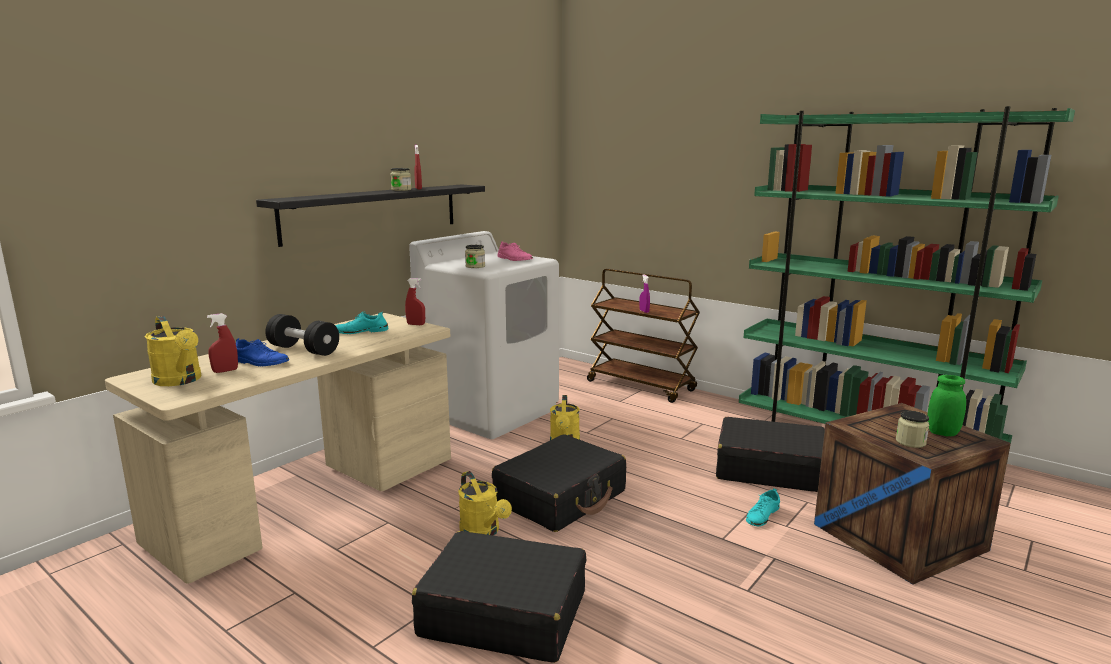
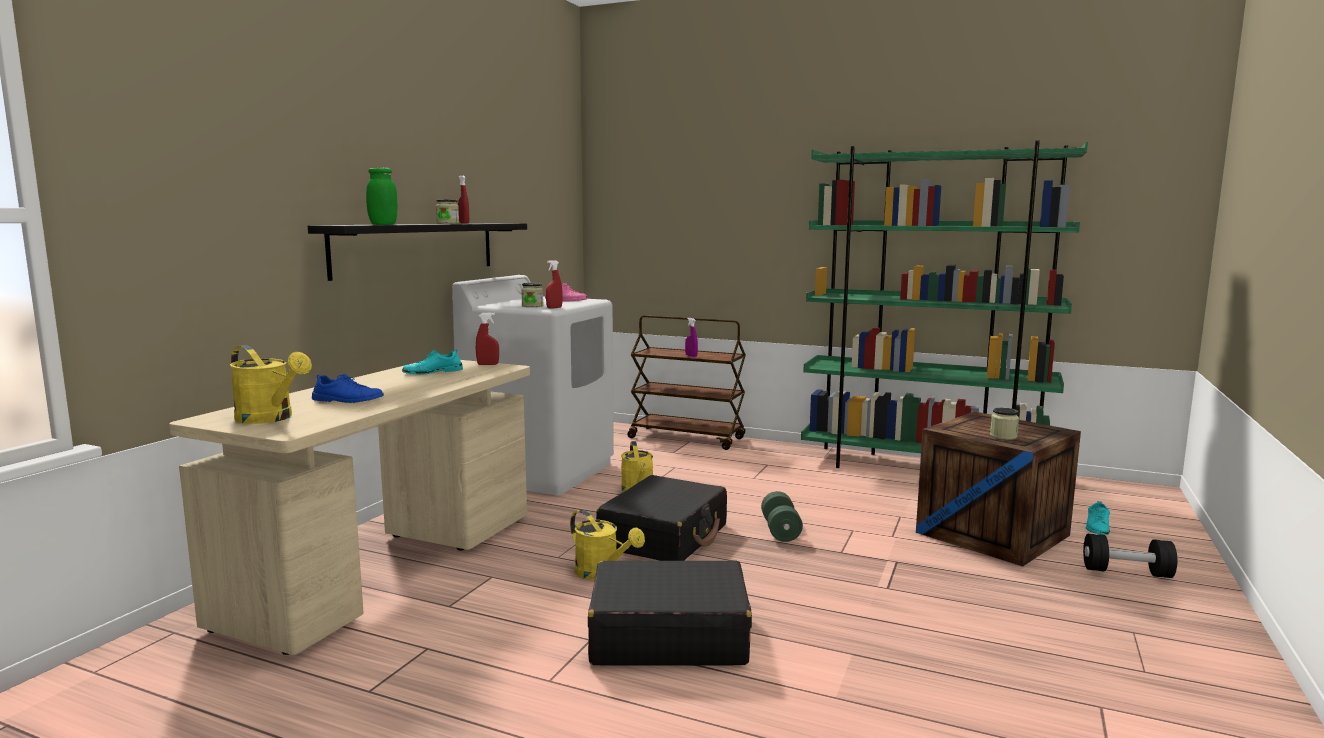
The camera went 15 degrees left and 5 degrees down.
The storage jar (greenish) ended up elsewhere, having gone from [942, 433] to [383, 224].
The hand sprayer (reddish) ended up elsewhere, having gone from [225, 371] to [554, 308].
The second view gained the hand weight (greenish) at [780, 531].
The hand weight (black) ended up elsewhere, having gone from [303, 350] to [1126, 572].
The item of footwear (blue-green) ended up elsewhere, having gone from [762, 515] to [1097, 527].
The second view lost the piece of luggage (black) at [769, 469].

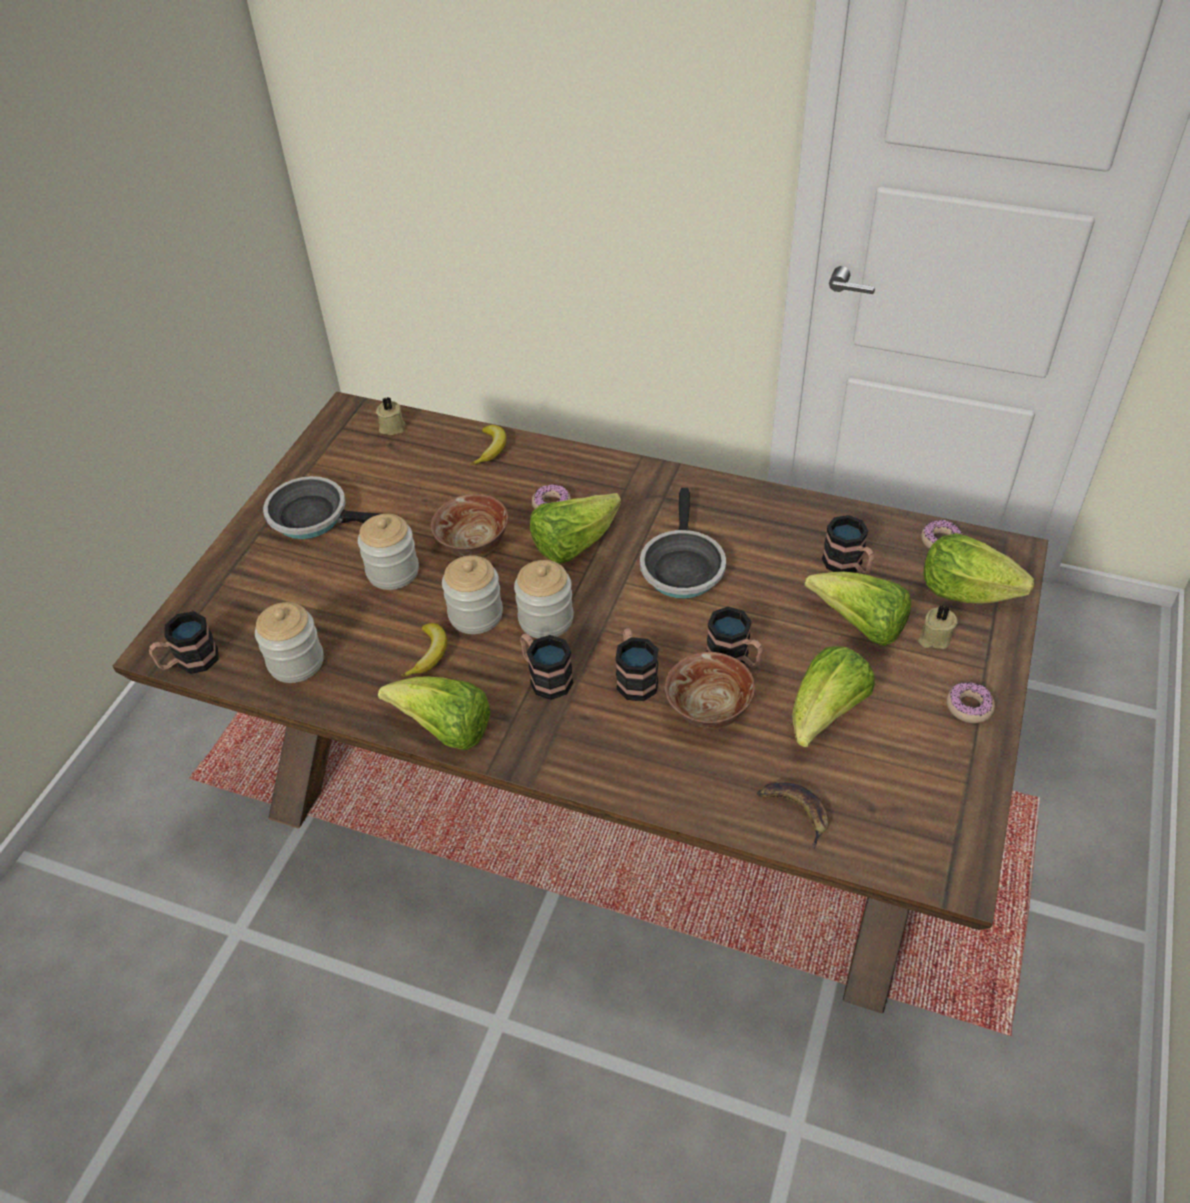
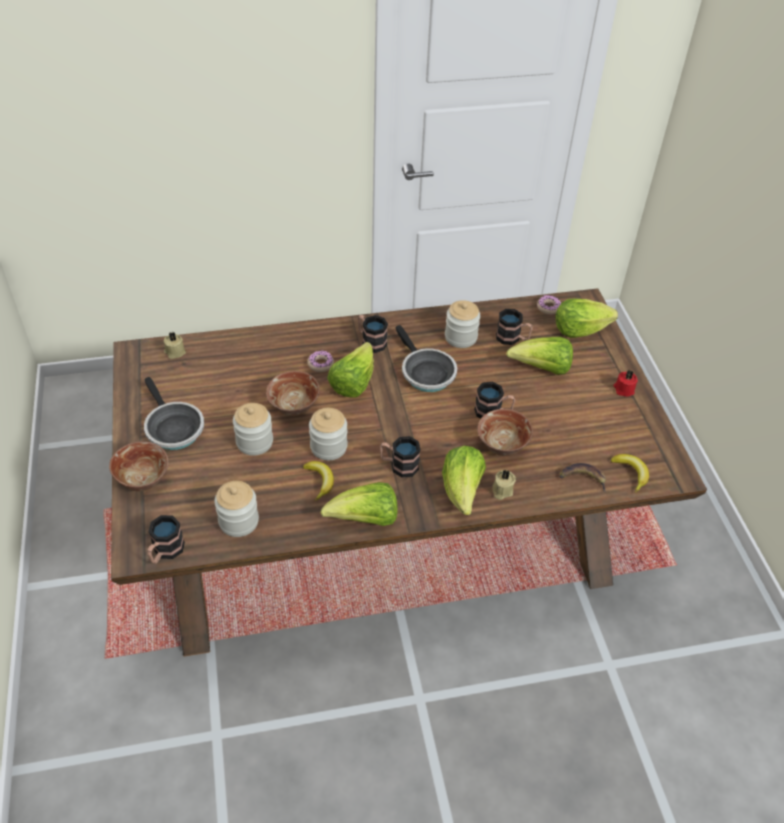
The camera went 35 degrees left and 0 degrees up.
The second view gained the deep dish at [143, 481].
The pan at [316, 517] ended up facing another way, 105 degrees counterclockwise from before.
The coffee mug ended up elsewhere, having gone from [634, 677] to [370, 341].
The head of lettuce ended up elsewhere, having gone from [825, 715] to [462, 491].
The storage jar ended up elsewhere, having gone from [546, 619] to [460, 337].
The wax light (beige) ended up elsewhere, having gone from [933, 638] to [501, 491].
The whole banana ended up elsewhere, having gone from [491, 449] to [631, 473].
Where the doughnut stood at [969, 707], the wax light (reddish) came to stand at [623, 389].

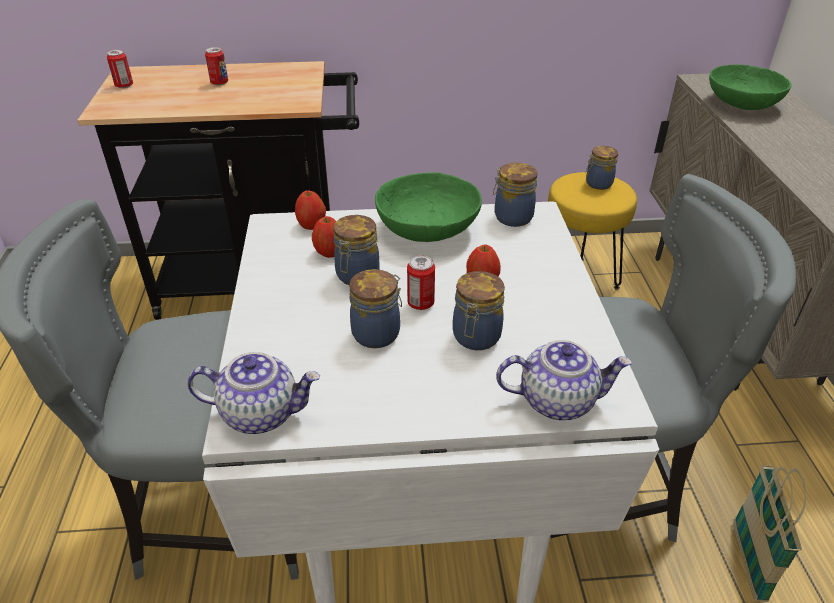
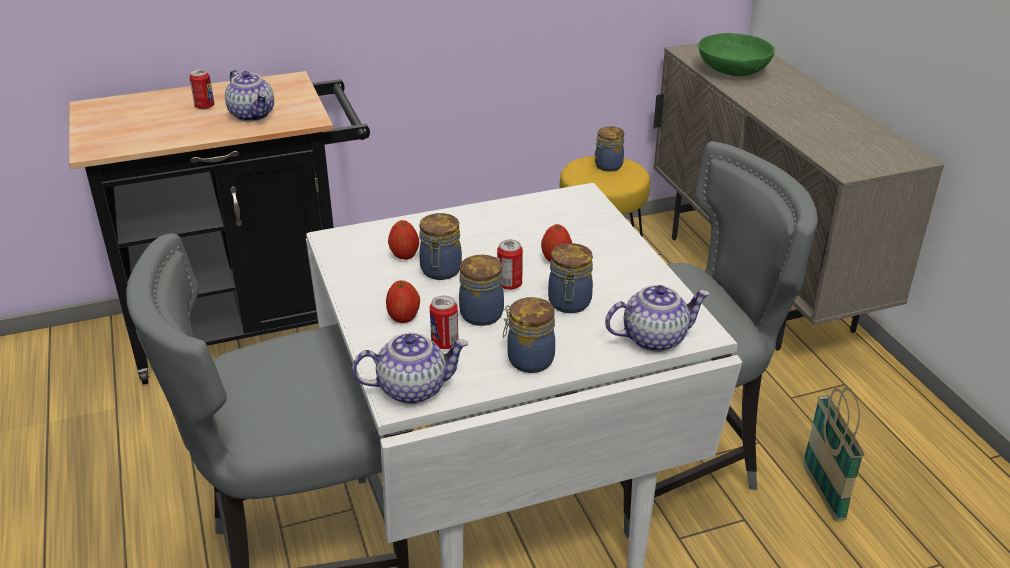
The camera went 15 degrees left and 5 degrees down.
The second view gained the tea pot at [253, 115].
The apple ended up elsewhere, having gone from [311, 225] to [403, 317].
The metal can ended up elsewhere, having gone from [124, 85] to [445, 343].
The storage jar ended up elsewhere, having gone from [511, 217] to [528, 360].
The second view lost the deep dish (greenish) at [428, 229].

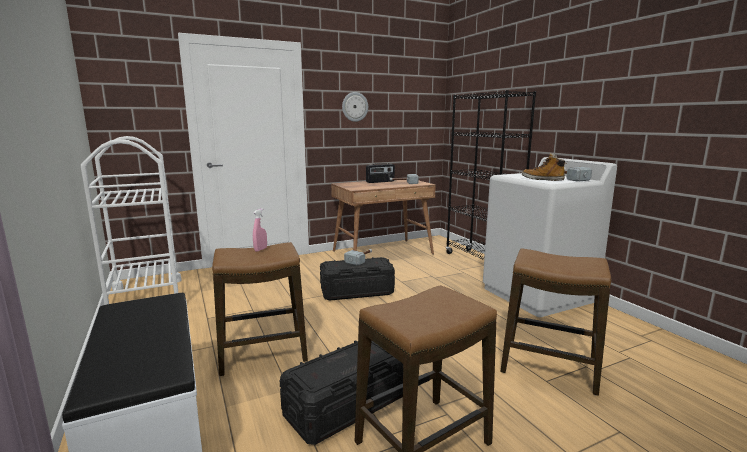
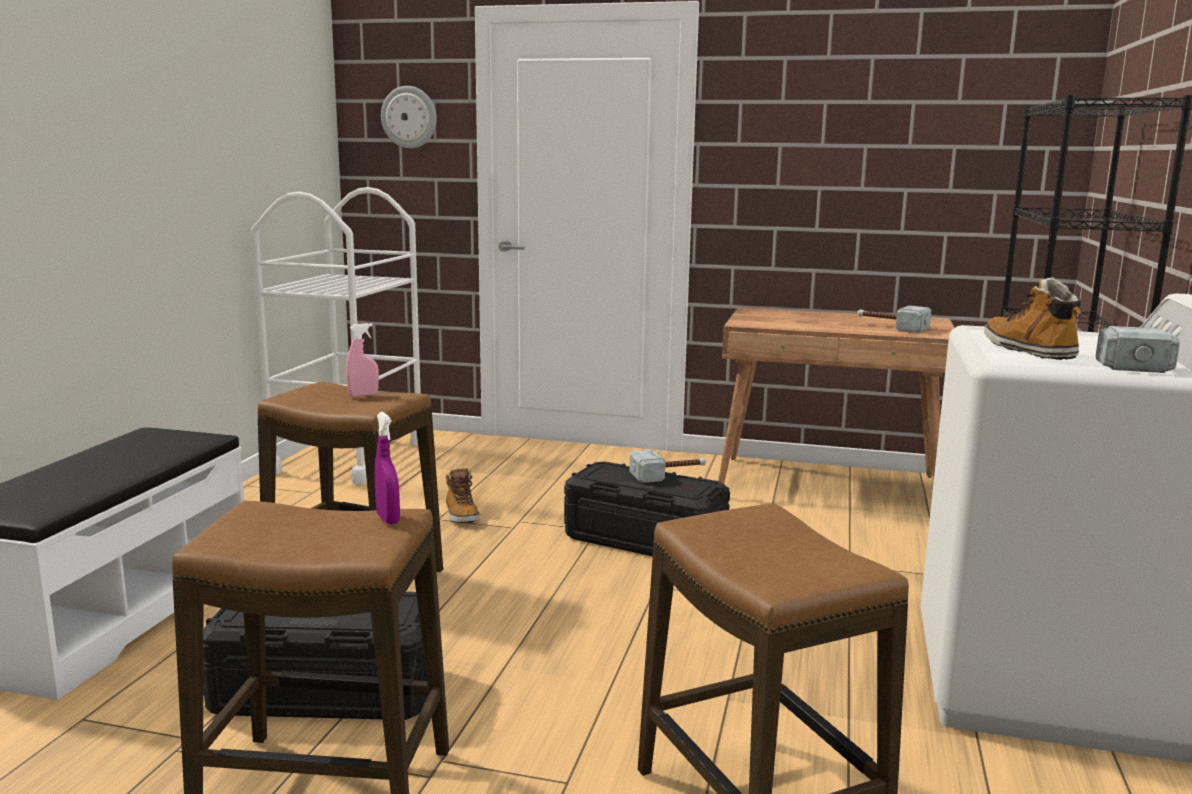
The camera went 40 degrees right and 0 degrees up.
The second view gained the hand sprayer (purple-coloured) at [388, 519].
The wall clock ended up elsewhere, having gone from [354, 106] to [409, 117].
The second view gained the boot at [461, 515].
The second view lost the radio set at [380, 182].

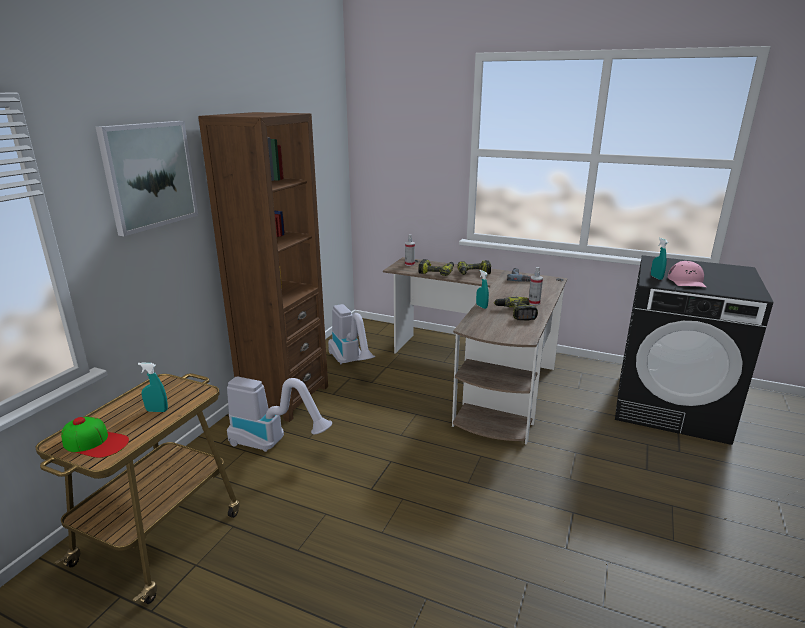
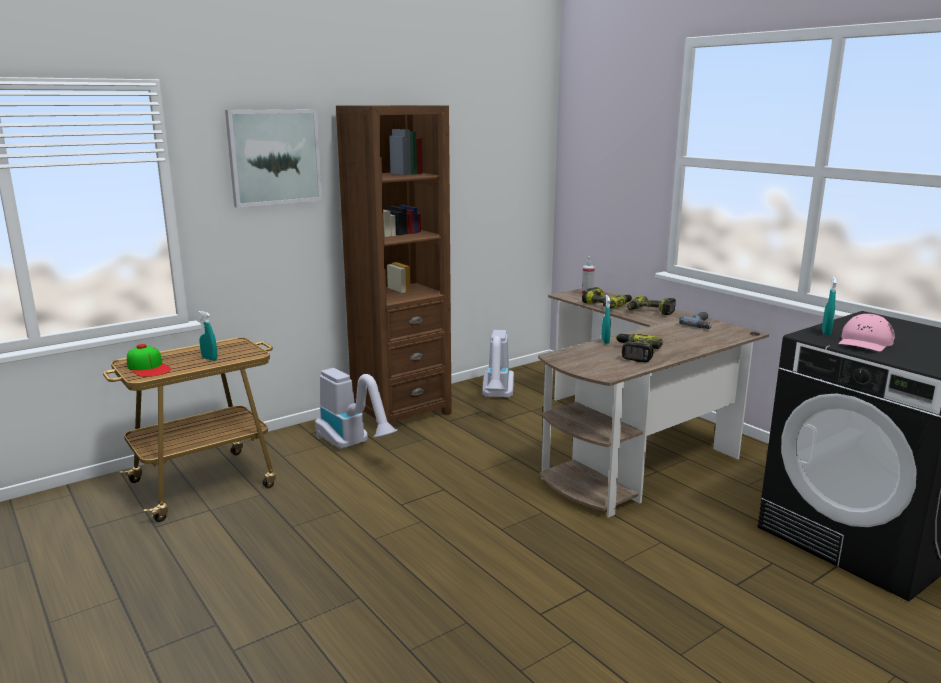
The camera went 30 degrees right and 5 degrees down.
The second view lost the hand sprayer at [534, 303].

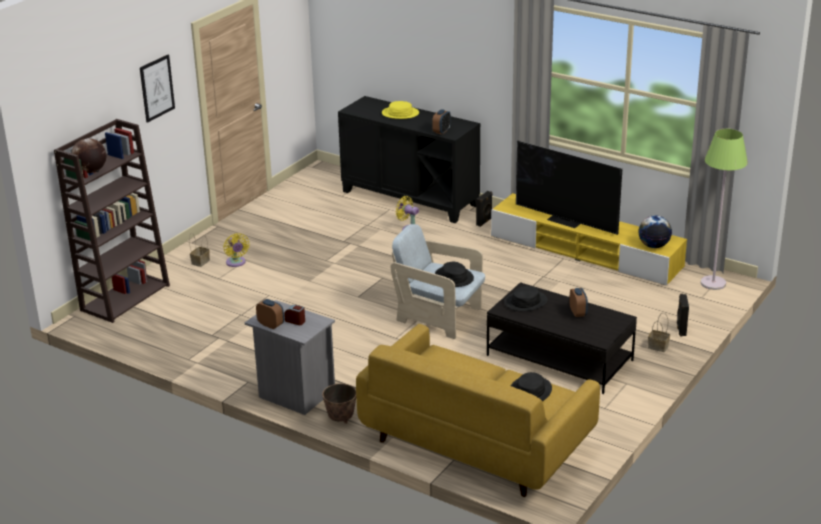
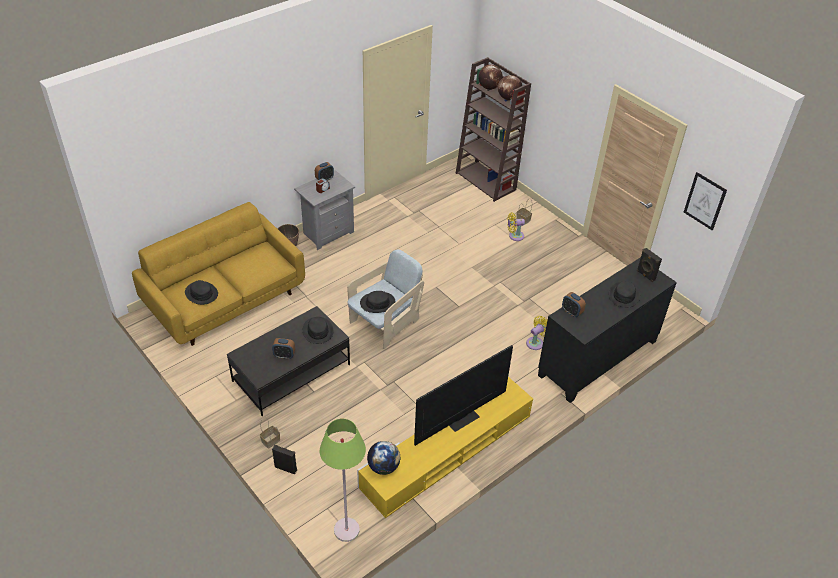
The camera went 105 degrees right and 15 degrees up.
The second view gained the world globe at [508, 98].
What was the hat (yellow) at [400, 113] turned into the hat (black) at [624, 295].
The loudspeaker (black) ended up elsewhere, having gone from [484, 222] to [645, 275].
The wall art ended up elsewhere, having gone from [157, 88] to [705, 201].

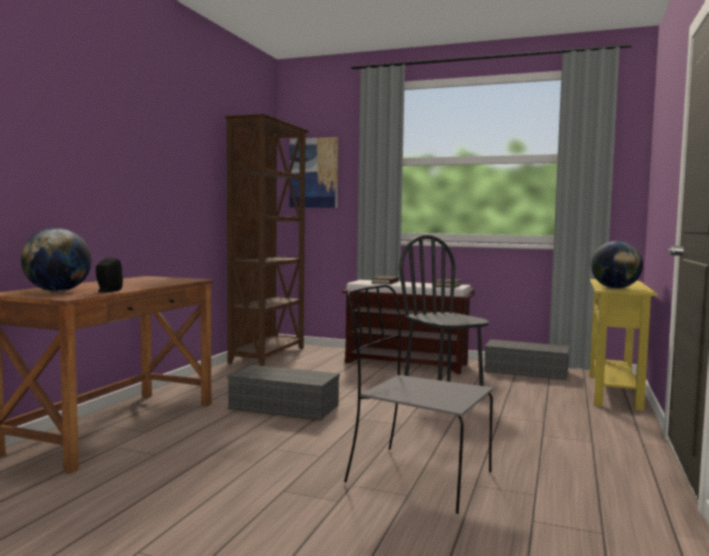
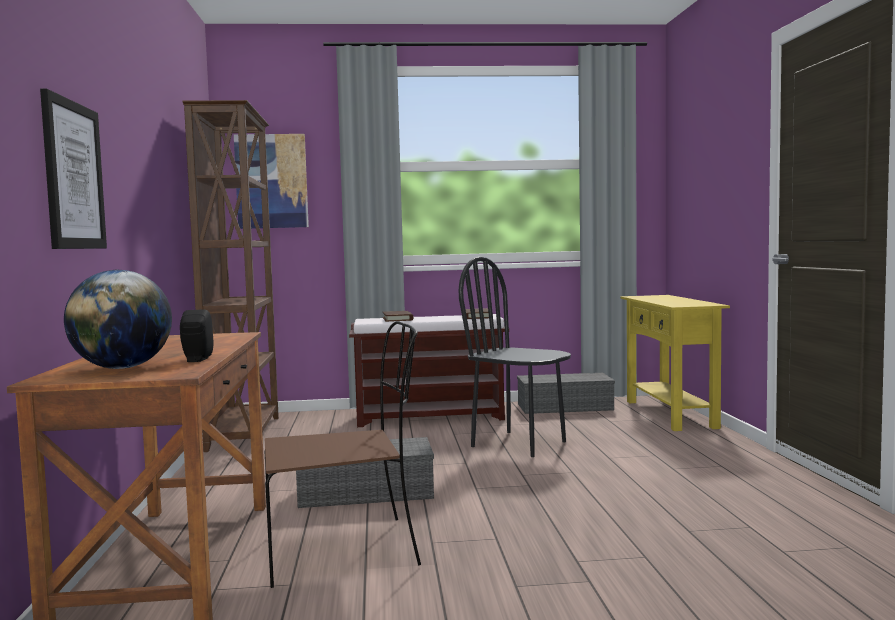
The camera went 25 degrees left and 0 degrees up.
The second view gained the wall art at [73, 175].
The second view gained the chair (brown) at [345, 550].
The second view lost the chair (grey) at [415, 477].
The second view lost the world globe at [615, 288].

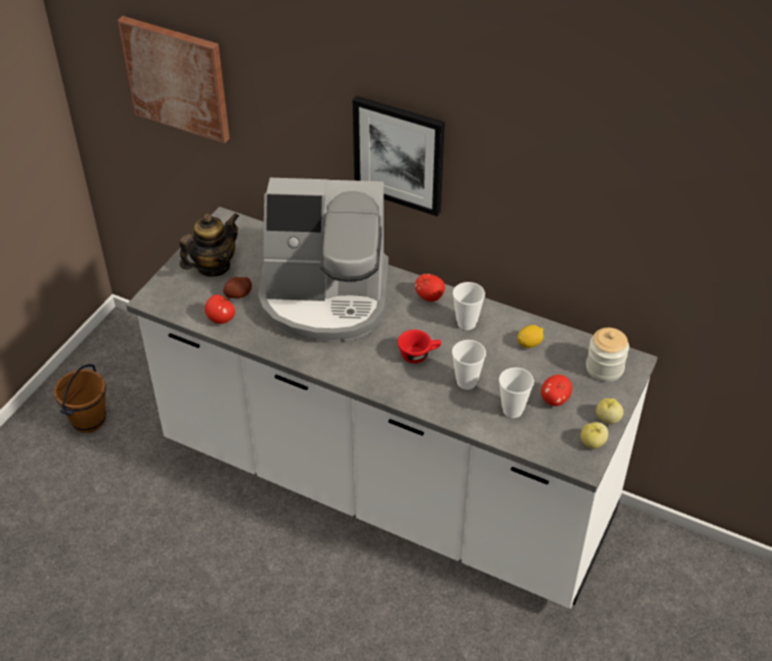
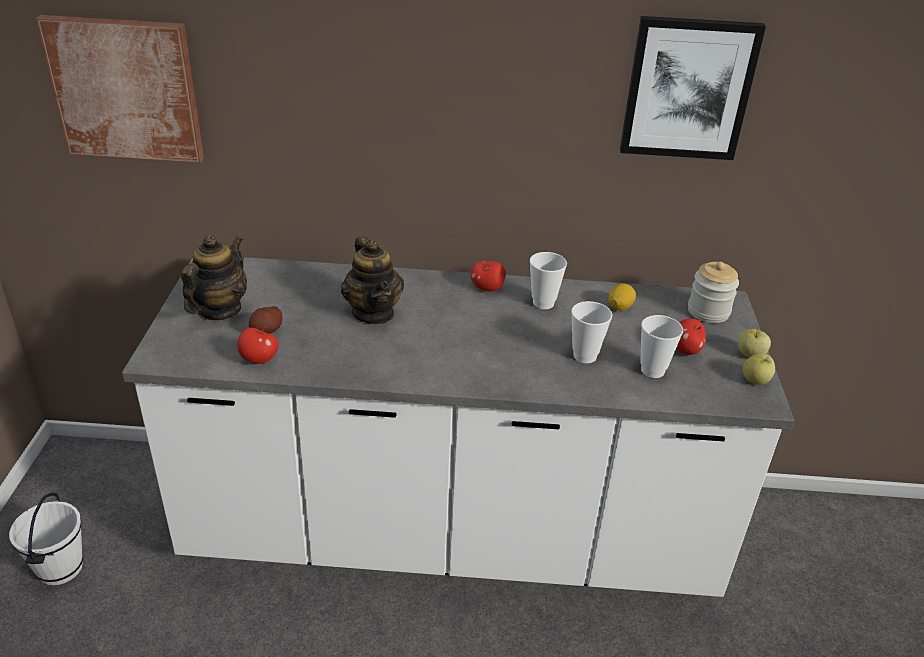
The camera went 25 degrees left and 10 degrees down.
What was the bucket (brown) at [88, 420] turned into the bucket (white-coloured) at [59, 568].
Where the coffee maker stood at [325, 298], the tea pot came to stand at [373, 312].
The wall art ended up elsewhere, having gone from [399, 155] to [688, 89].
The second view lost the drinking cup (reddish) at [419, 355].

